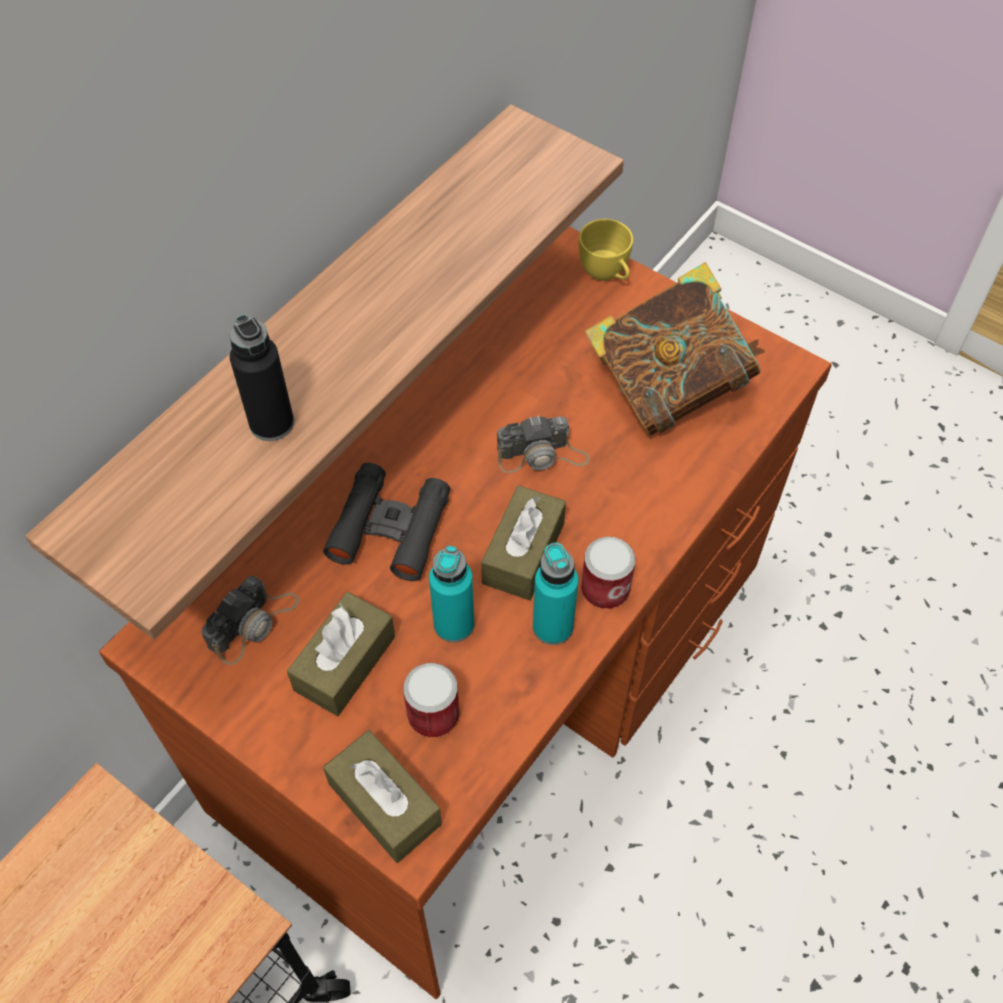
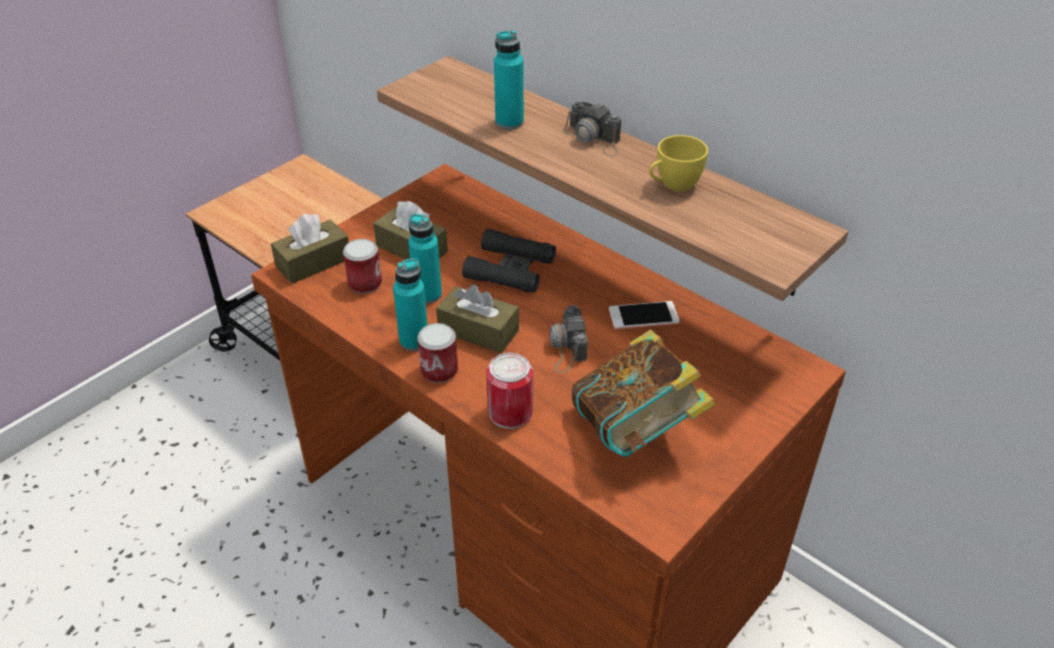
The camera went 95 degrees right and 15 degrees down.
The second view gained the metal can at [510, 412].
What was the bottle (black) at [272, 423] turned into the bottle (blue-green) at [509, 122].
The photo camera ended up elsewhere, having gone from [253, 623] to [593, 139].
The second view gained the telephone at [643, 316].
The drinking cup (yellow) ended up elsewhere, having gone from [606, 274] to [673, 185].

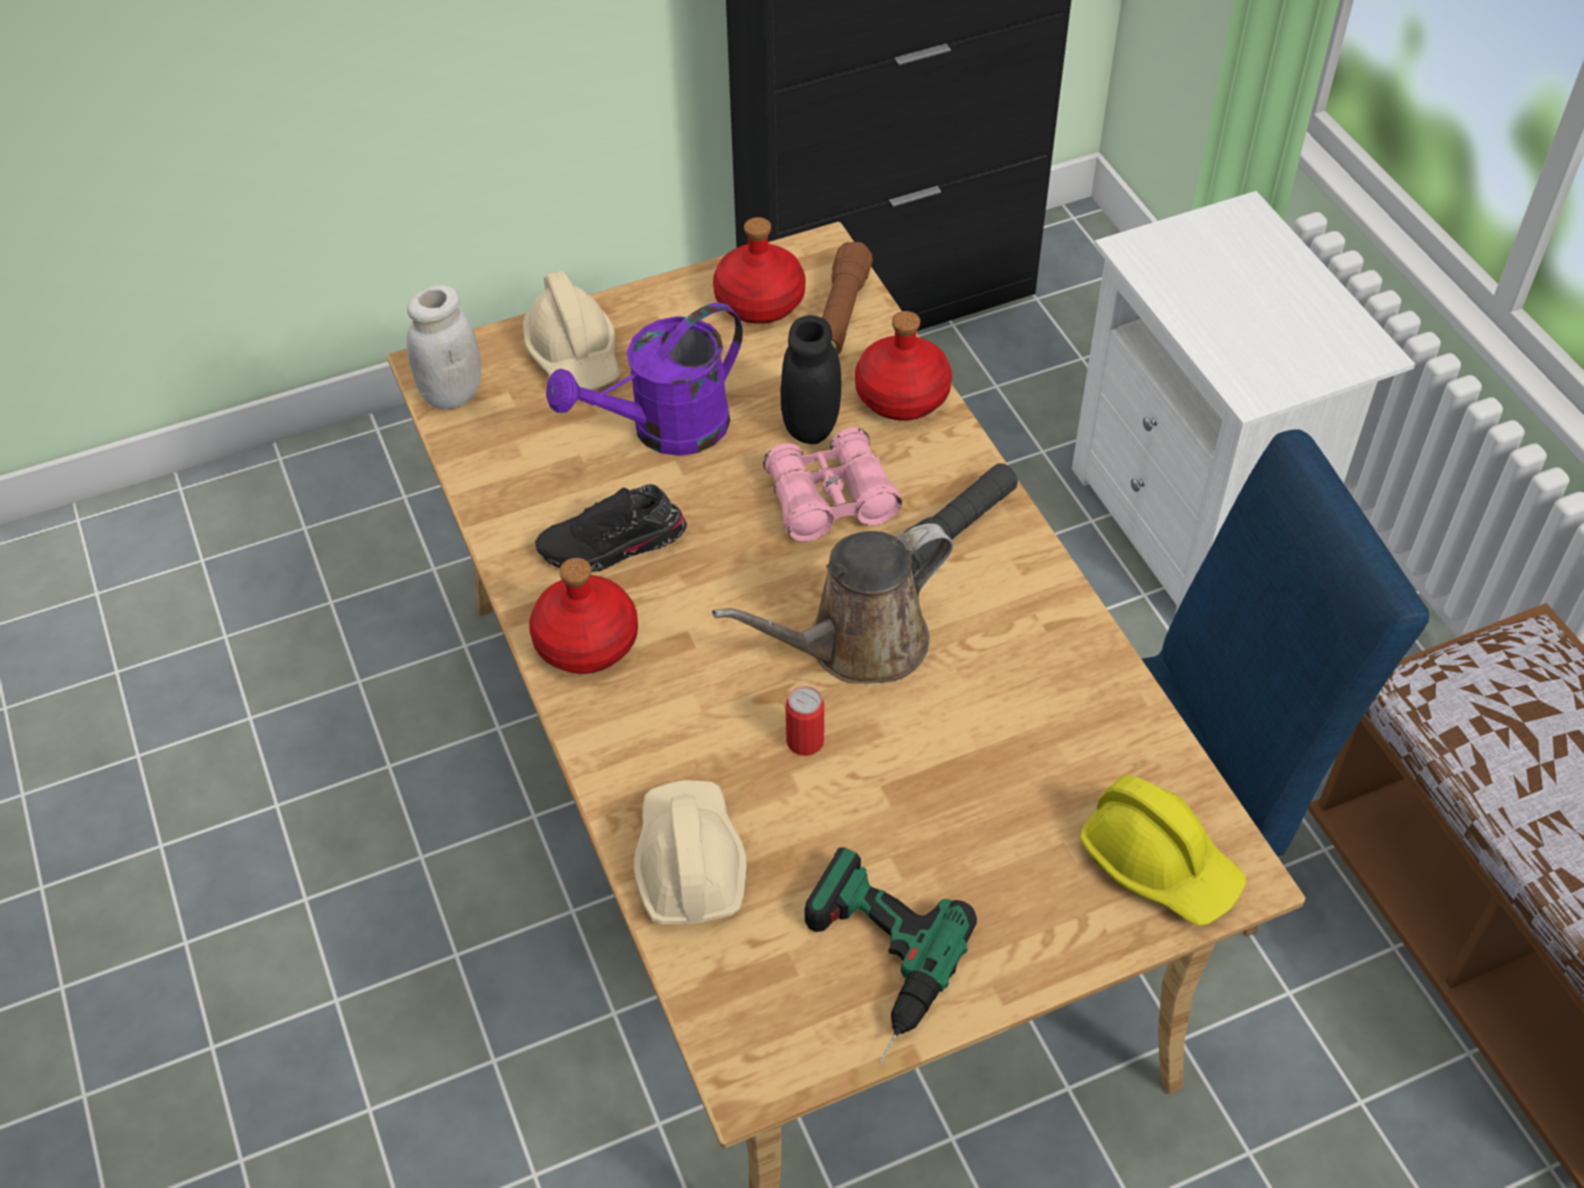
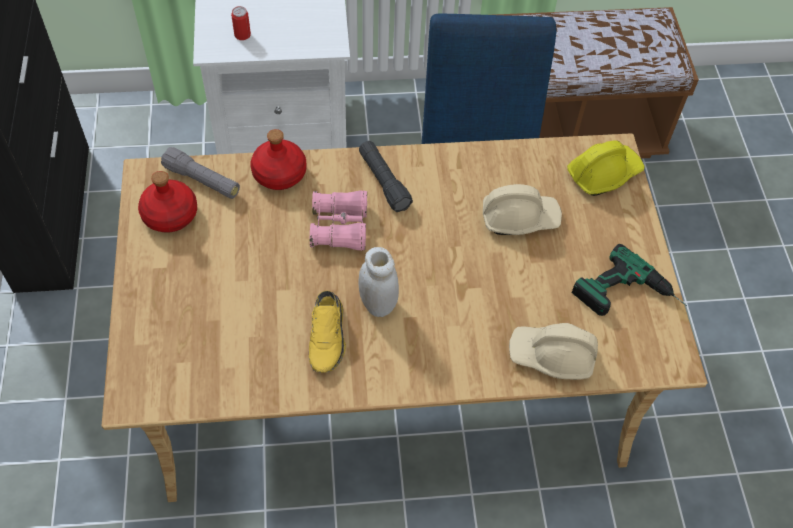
The camera went 75 degrees left and 5 degrees up.
What was the torch (brown) at [841, 314] turned into the torch (grey) at [202, 180].
The metal can ended up elsewhere, having gone from [805, 741] to [242, 35].
What was the item of footwear (black) at [612, 546] turned into the item of footwear (yellow) at [328, 337].
The storage jar (white-coloured) ended up elsewhere, having gone from [452, 394] to [378, 304].
The safety helmet (beige) ended up elsewhere, having gone from [575, 355] to [519, 218].
The second view lost the bottle (reddish) at [585, 640].
The second view lost the sprinkling can (purple-coloured) at [664, 430].
The second view lost the sprinkling can (brown) at [856, 645].
The second view lost the storage jar (black) at [811, 426].

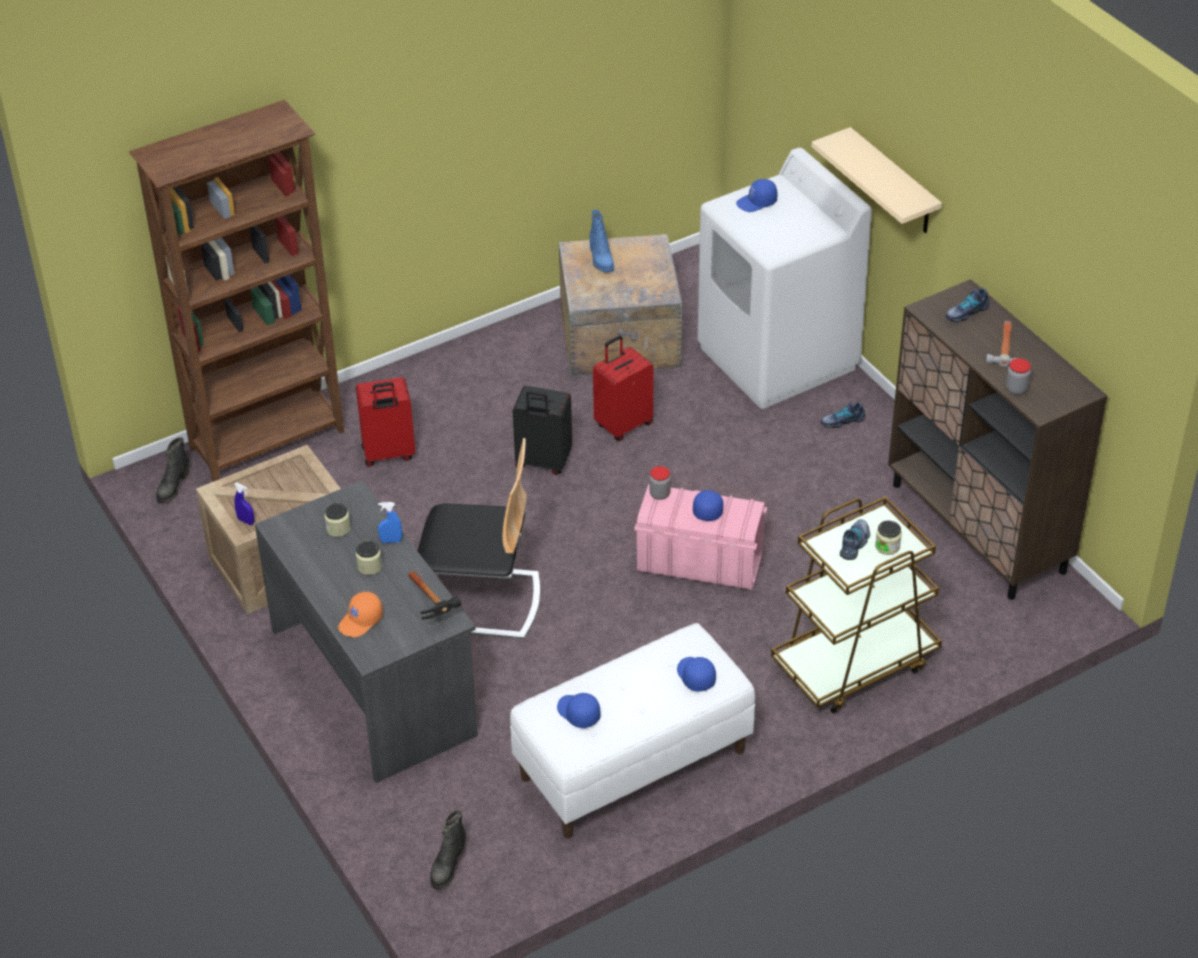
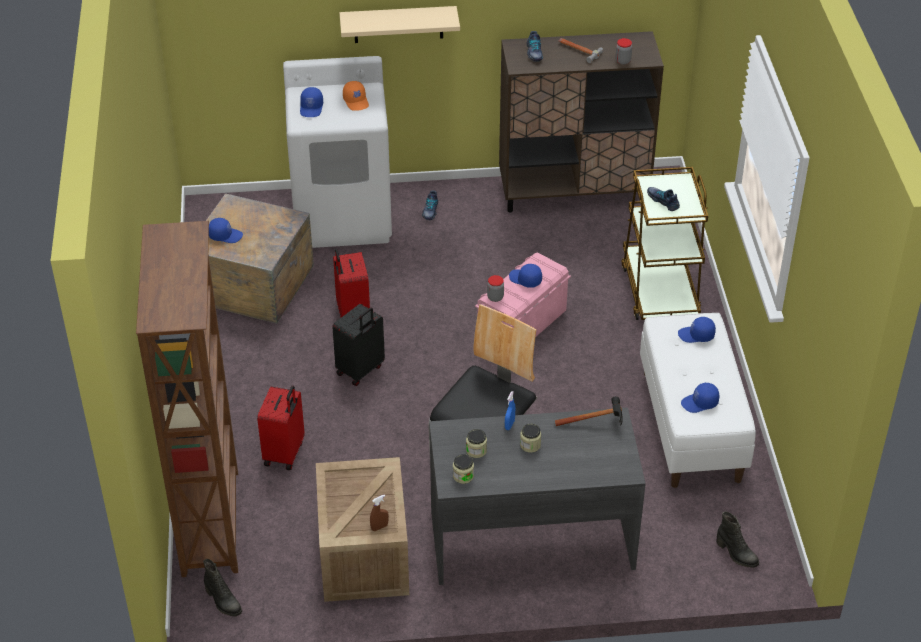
The camera went 65 degrees left and 0 degrees up.
Where the boot (blue-coloured) stood at [600, 259], the baseball cap (blue-coloured) came to stand at [225, 235].
The baseball cap (orange-coloured) ended up elsewhere, having gone from [361, 621] to [356, 101].
What was the hand sprayer (blue-coloured) at [246, 521] turned into the hand sprayer (brown) at [379, 527].
The storage jar ended up elsewhere, having gone from [887, 546] to [463, 476].

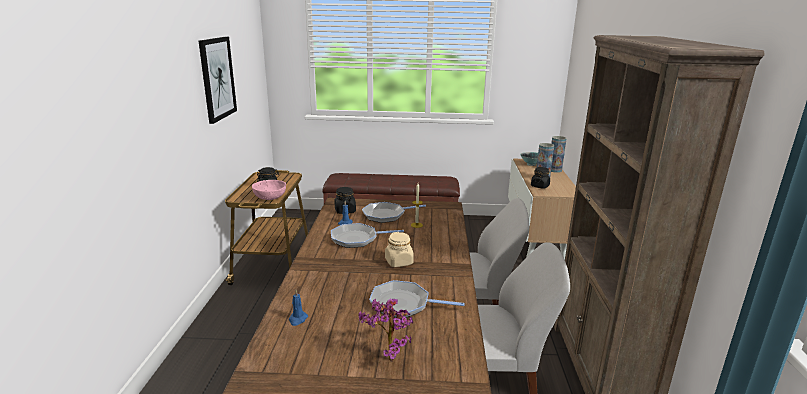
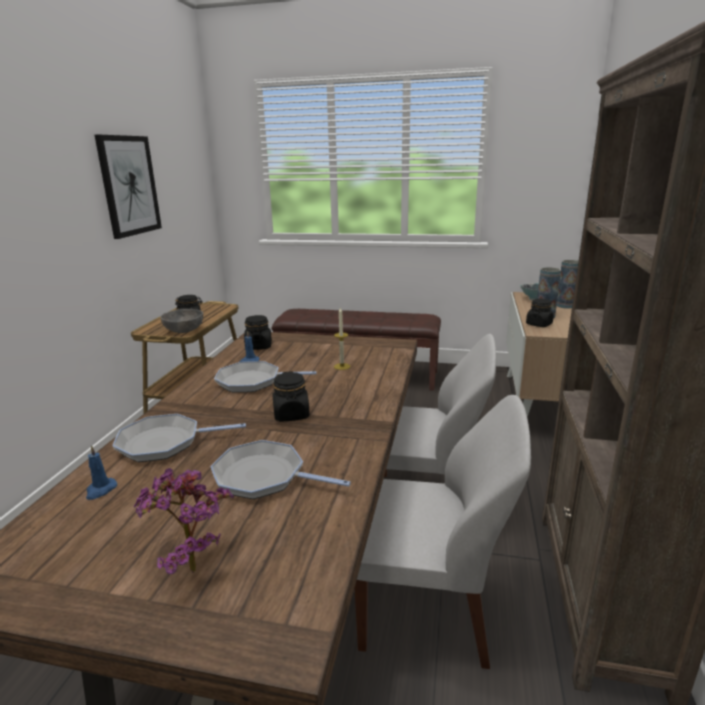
The camera went 10 degrees right and 0 degrees up.
The pan ended up elsewhere, having gone from [386, 215] to [165, 443].
What was the deep dish (pink-coloured) at [270, 197] turned into the deep dish (grey) at [184, 330].
What was the storage jar (beige) at [399, 262] turned into the storage jar (black) at [291, 414].

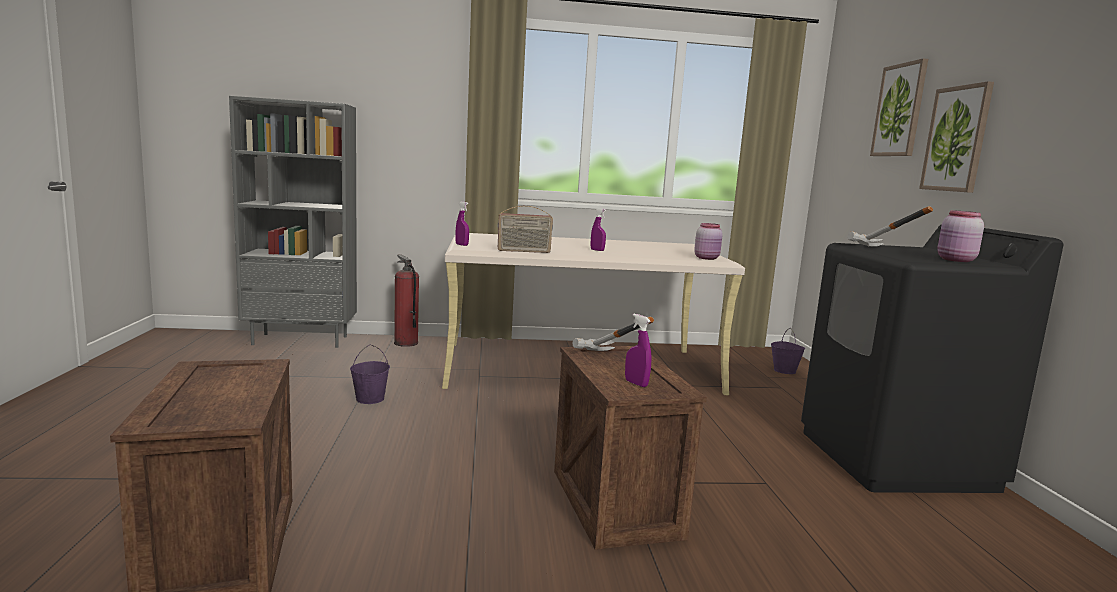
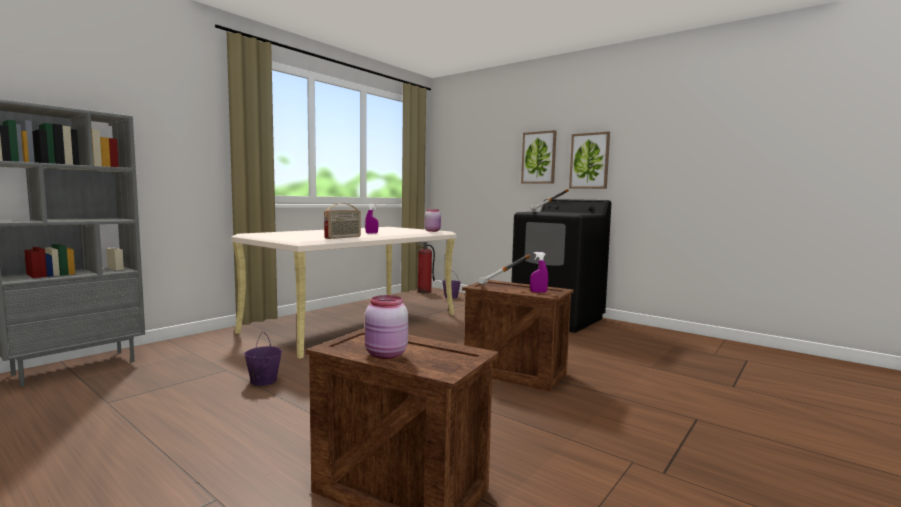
The camera went 45 degrees left and 5 degrees down.
The storage jar (pink-coloured) ended up elsewhere, having gone from [955, 260] to [386, 355].
The extinguisher ended up elsewhere, having gone from [405, 343] to [424, 292].
The wall art ended up elsewhere, having gone from [899, 110] to [589, 161].
The second view lost the hand sprayer (purple-coloured) at [462, 245].

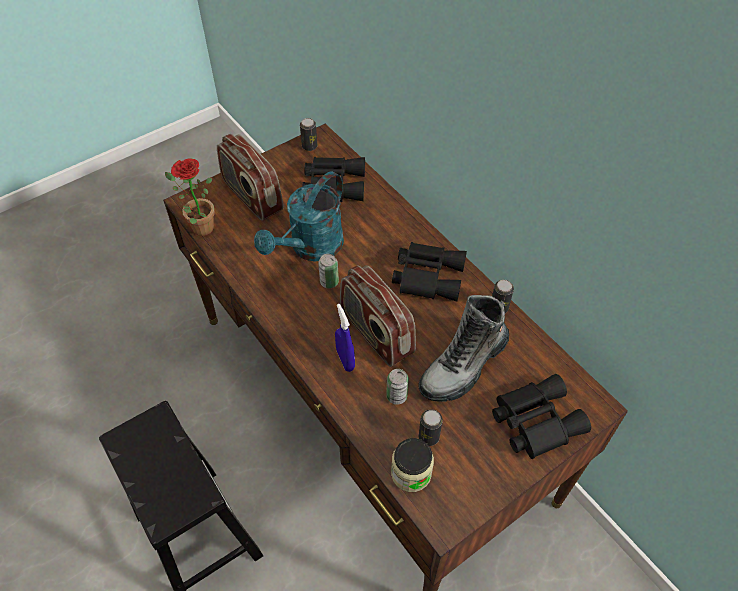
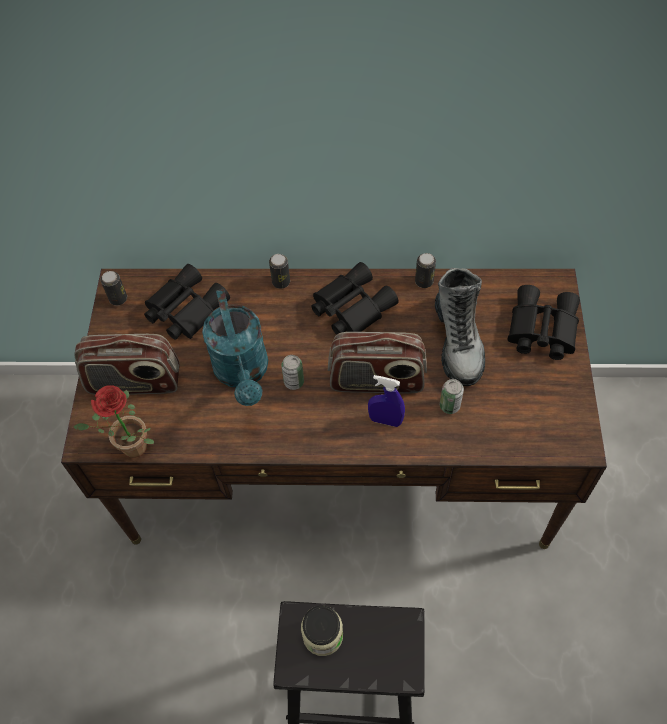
The camera went 50 degrees left and 5 degrees up.
The metal can ended up elsewhere, having gone from [428, 437] to [281, 282].
The storage jar ended up elsewhere, having gone from [411, 473] to [322, 635].

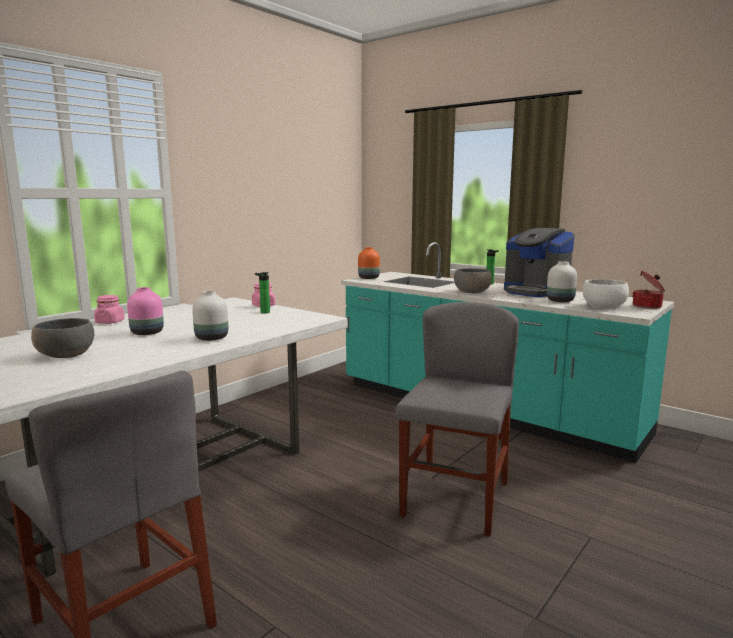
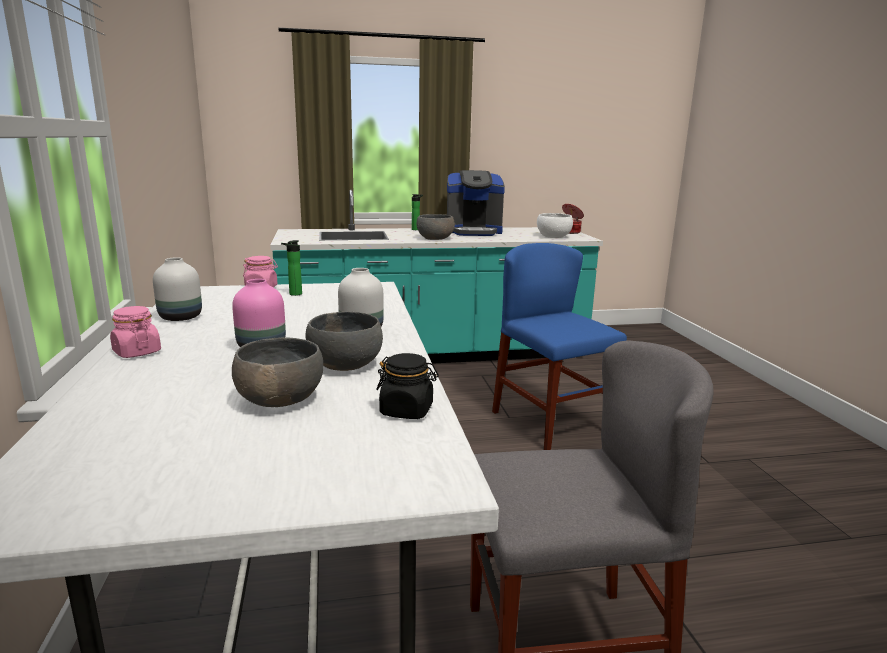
The camera went 50 degrees left and 5 degrees up.
The flower vase (white-coloured) ended up elsewhere, having gone from [561, 301] to [182, 317].
The second view gained the deep dish (grey) at [345, 364].
The second view gained the storage jar (black) at [407, 410].
What was the chair (grey) at [455, 498] turned into the chair (blue-coloured) at [550, 423].
The second view lost the flower vase (orange-coloured) at [368, 278].

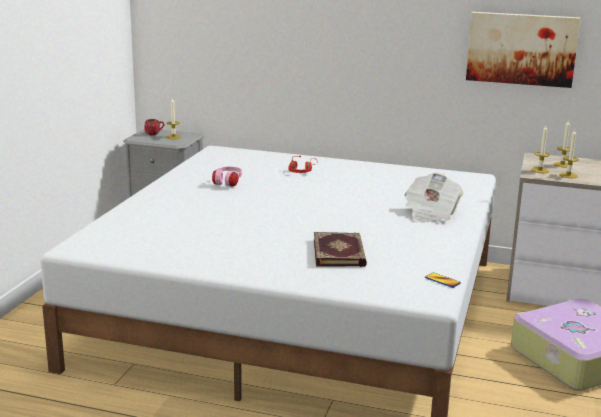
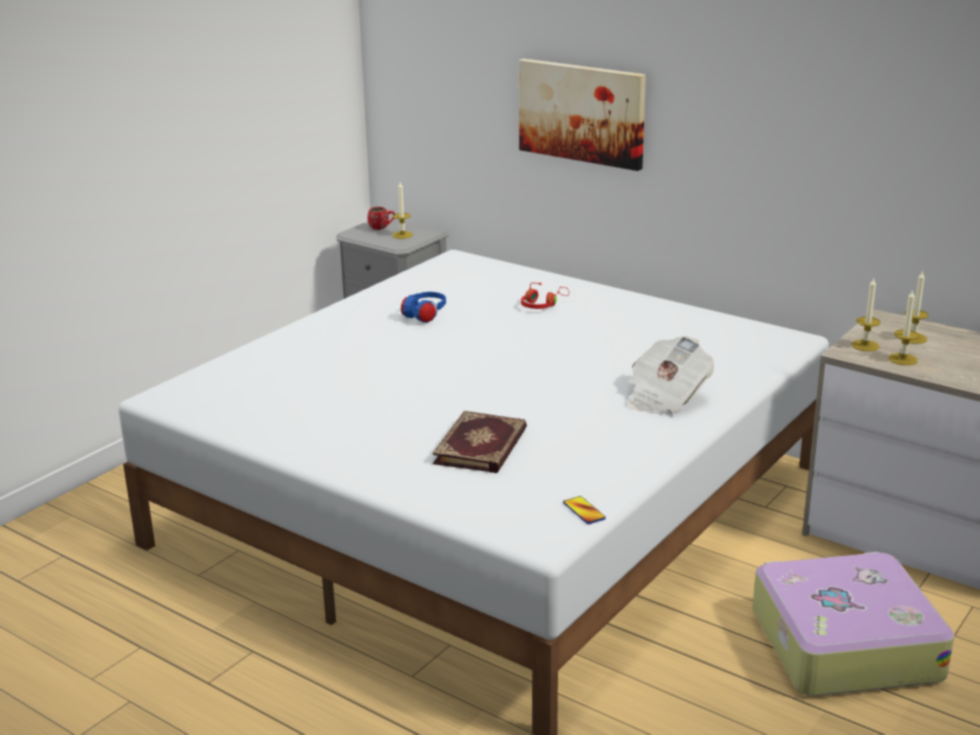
The camera went 20 degrees right and 5 degrees up.
What was the headphones (pink-coloured) at [227, 184] turned into the headphones (blue-coloured) at [424, 316].
The wall art ended up elsewhere, having gone from [521, 49] to [582, 112].

